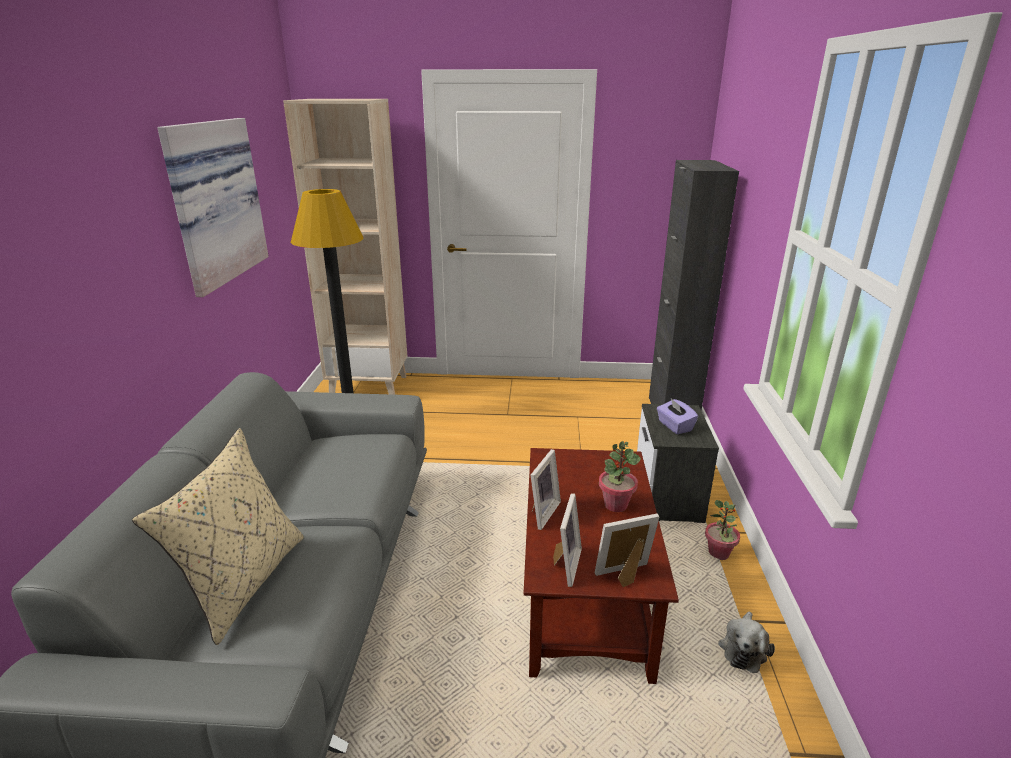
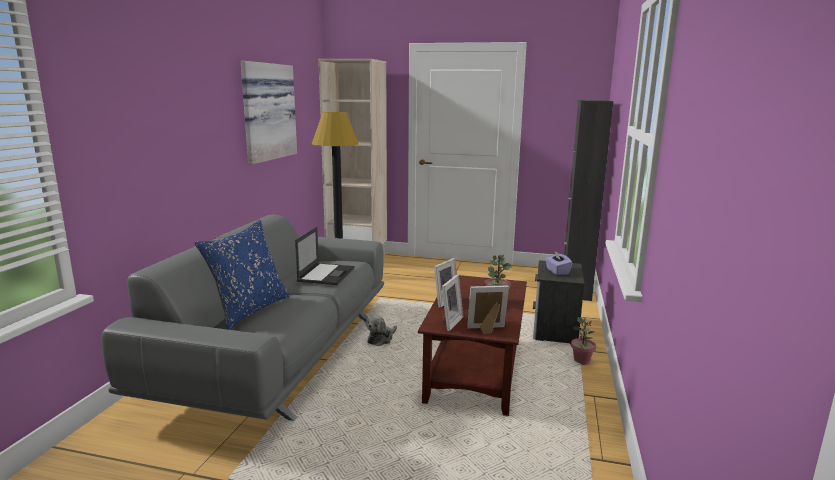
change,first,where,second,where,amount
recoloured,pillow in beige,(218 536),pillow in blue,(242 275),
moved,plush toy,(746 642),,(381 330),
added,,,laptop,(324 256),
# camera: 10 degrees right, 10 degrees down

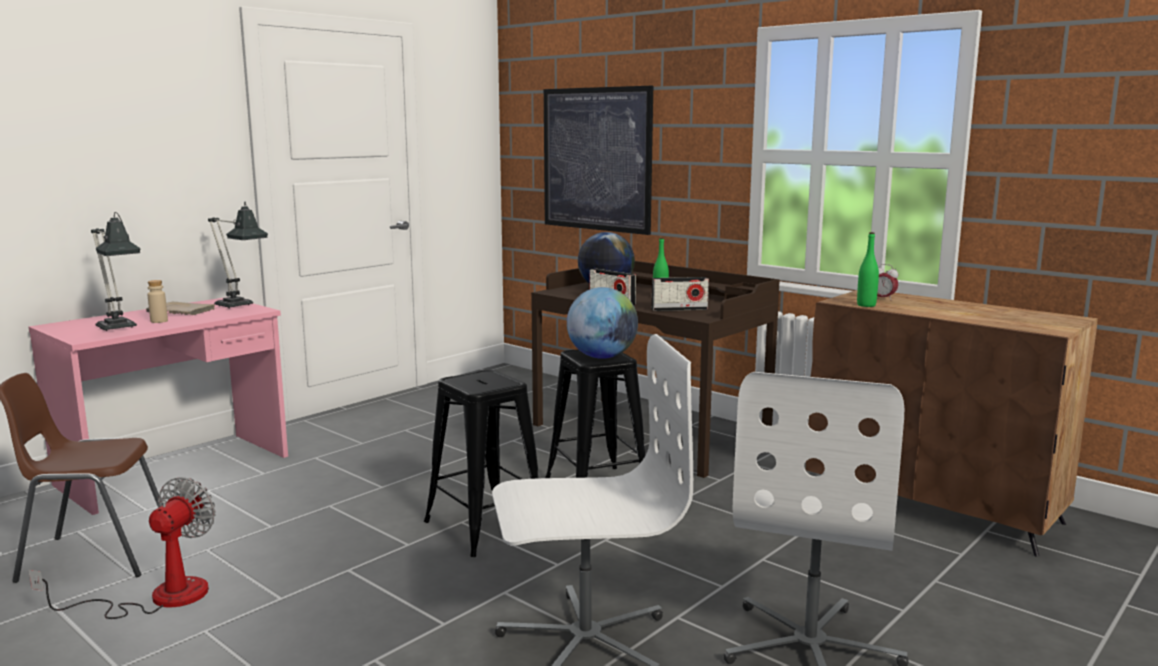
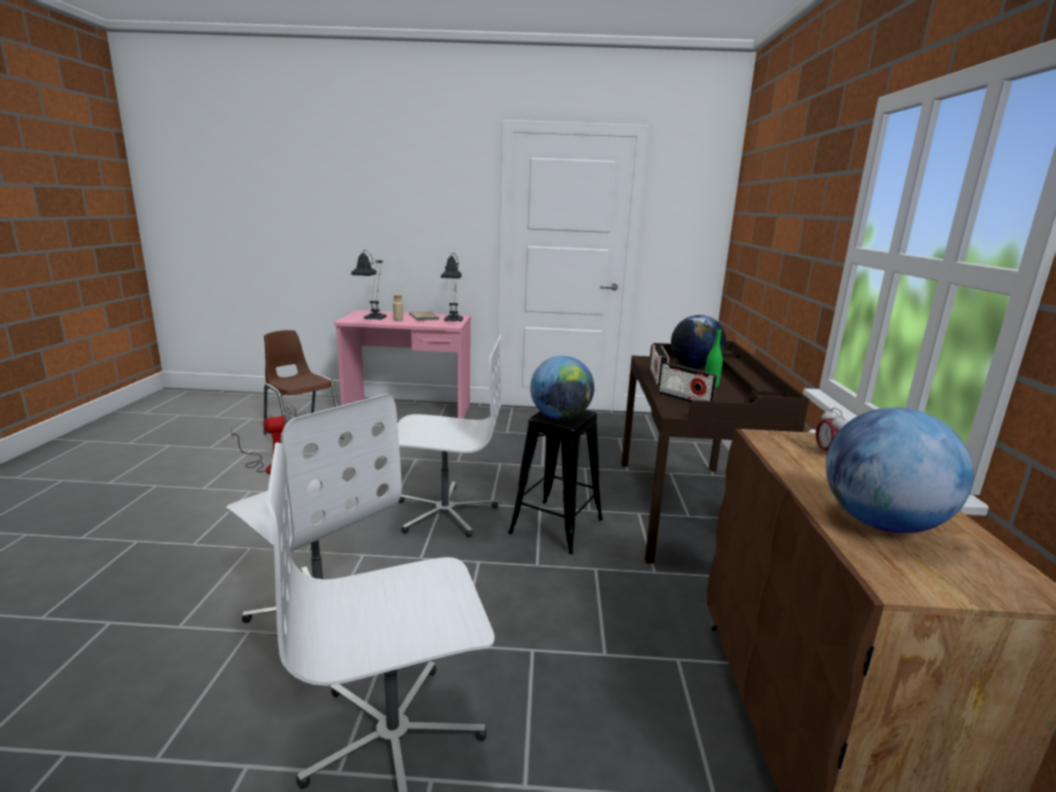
change,first,where,second,where,amount
replaced,stool in black,(481 463),office chair in white,(449 436),
removed,picture,(598 160),,,
removed,bottle in green,(868 269),,,
added,,,globe,(899 470),
# camera: 50 degrees right, 5 degrees up

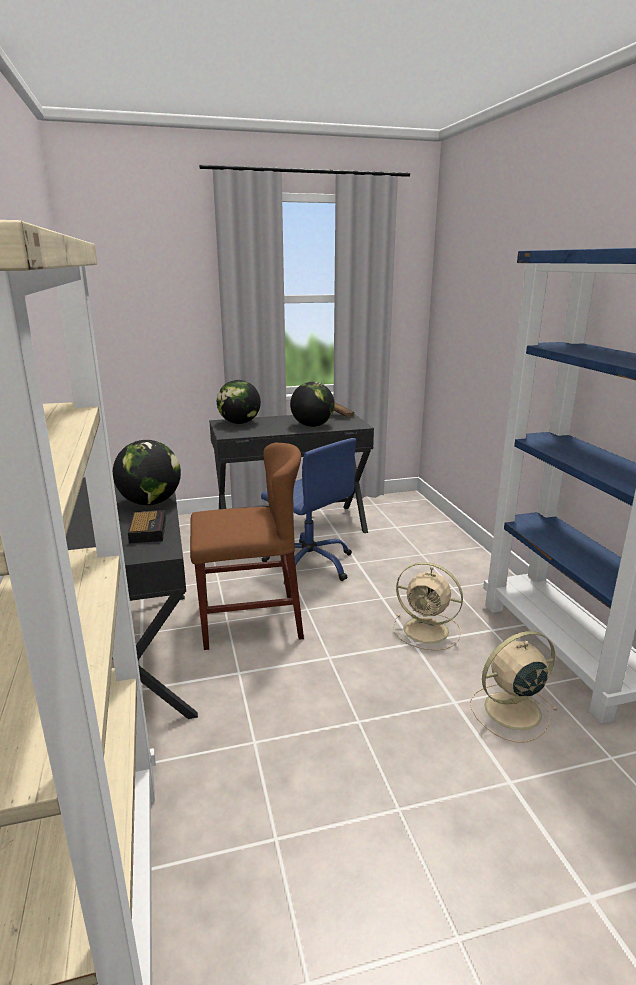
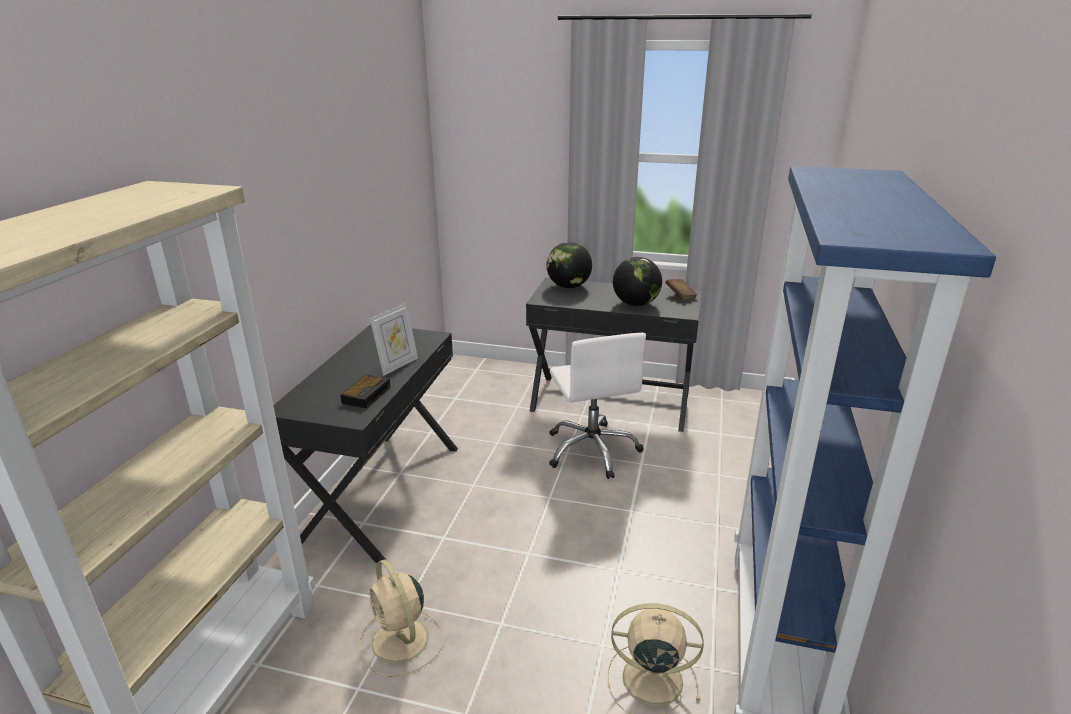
change,first,where,second,where,amount
replaced,globe,(147 472),picture frame,(394 339),
removed,chair in brown,(247 546),,,
recoloured,office chair in blue,(308 511),office chair in white,(597 406),
moved,fan in beige,(428 606),,(402 618),
# camera: 30 degrees right, 5 degrees up

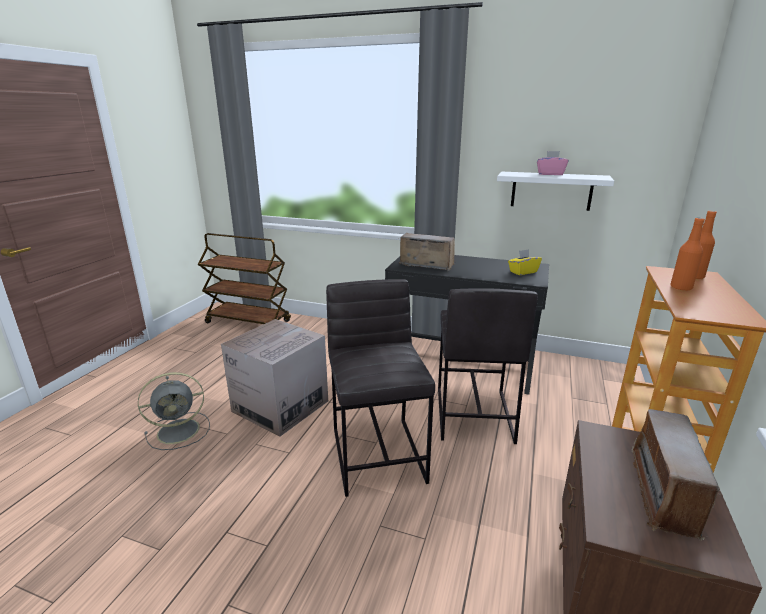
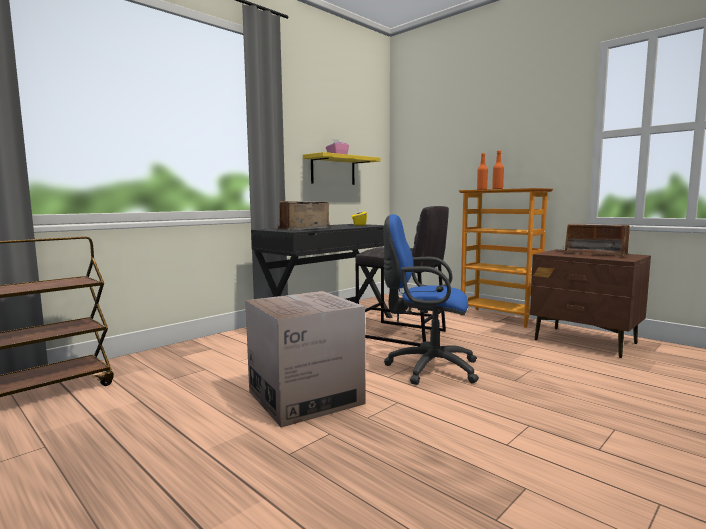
change,first,where,second,where,amount
removed,fan in grey,(174 411),,,
replaced,stool in grey,(380 388),office chair in blue,(431 299),
recoloured,shelf in white,(555 191),shelf in yellow,(341 168),
# camera: 65 degrees left, 15 degrees down

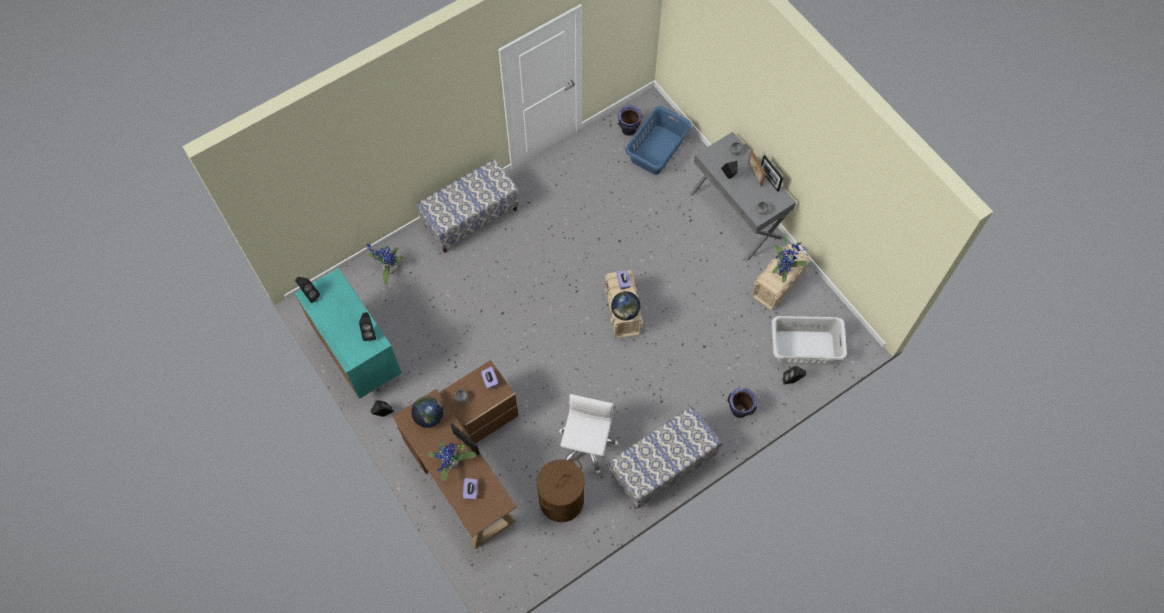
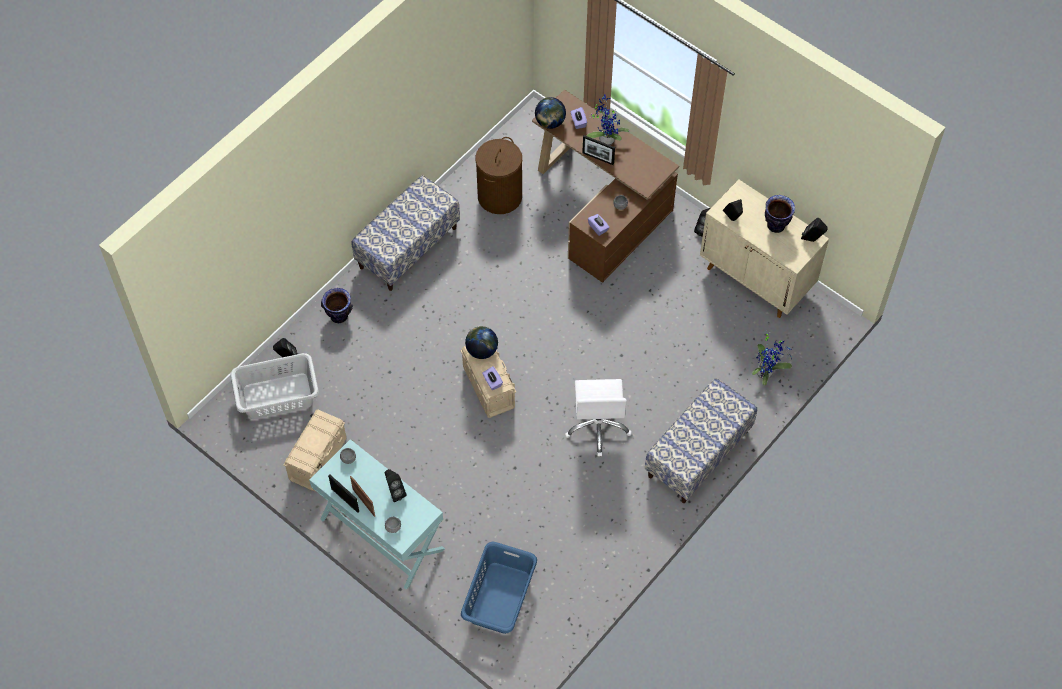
change,first,where,second,where,amount
recoloured,cabinet in turquoise,(348 333),cabinet in beige,(764 248),
moved,globe,(427 412),,(550 113),
moved,office chair in white,(588 434),,(598 417),
moved,vase,(629 121),,(780 214),
recoloured,console table in grey,(743 196),console table in turquoise,(377 514),
removed,potted plant,(790 258),,,
# camera: 165 degrees right, 5 degrees down

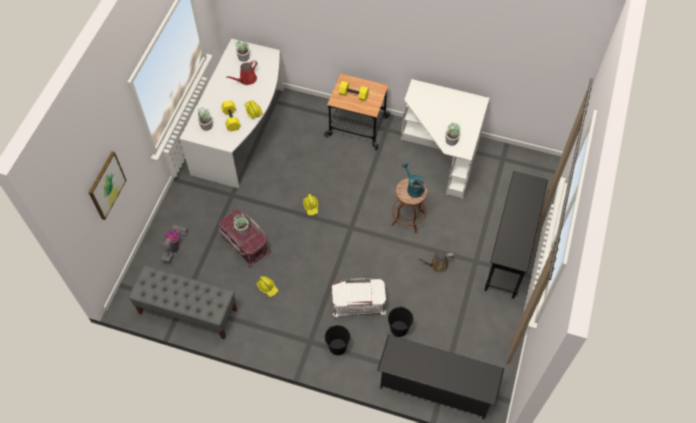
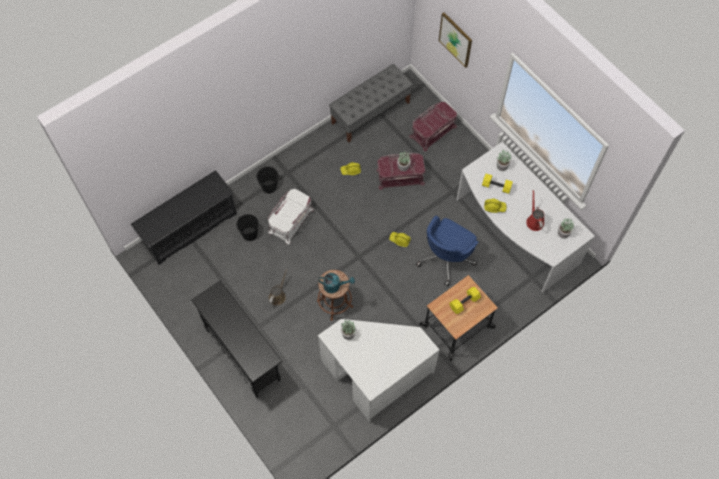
change,first,where,second,where,amount
replaced,vacuum cleaner,(174 243),storage box in red,(433 126),
added,,,office chair in blue,(447 251),
# camera: 125 degrees right, 5 degrees up

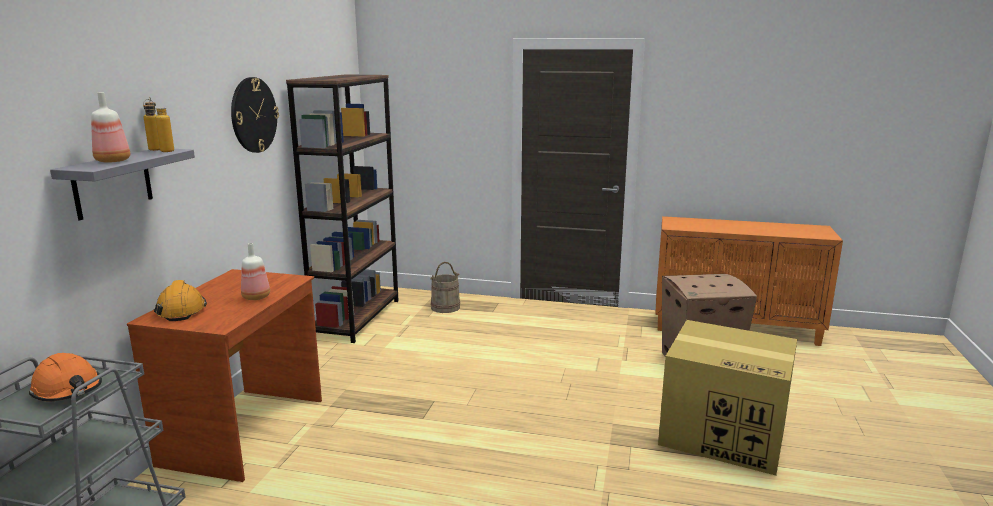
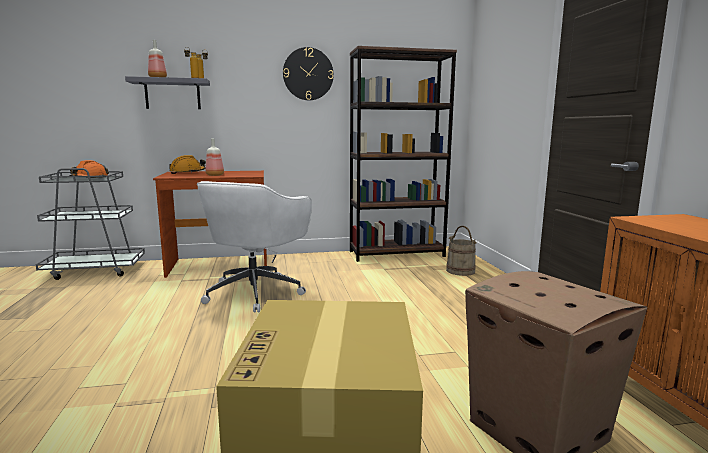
change,first,where,second,where,amount
added,,,office chair in white,(254 246),
# camera: 65 degrees right, 5 degrees down

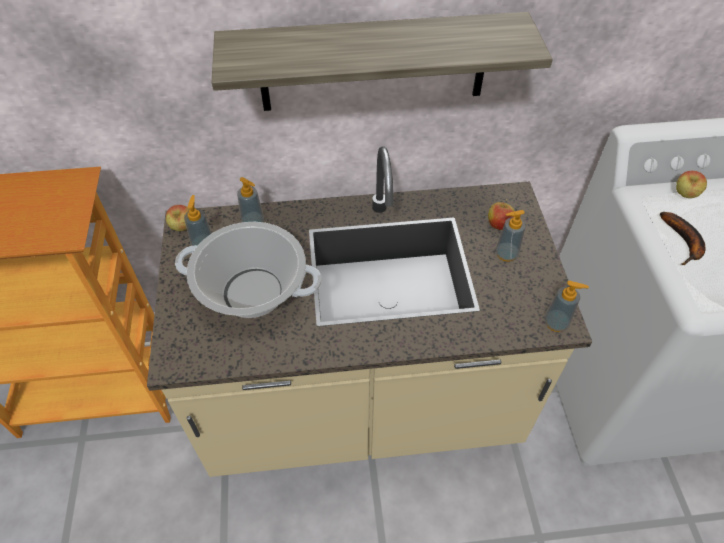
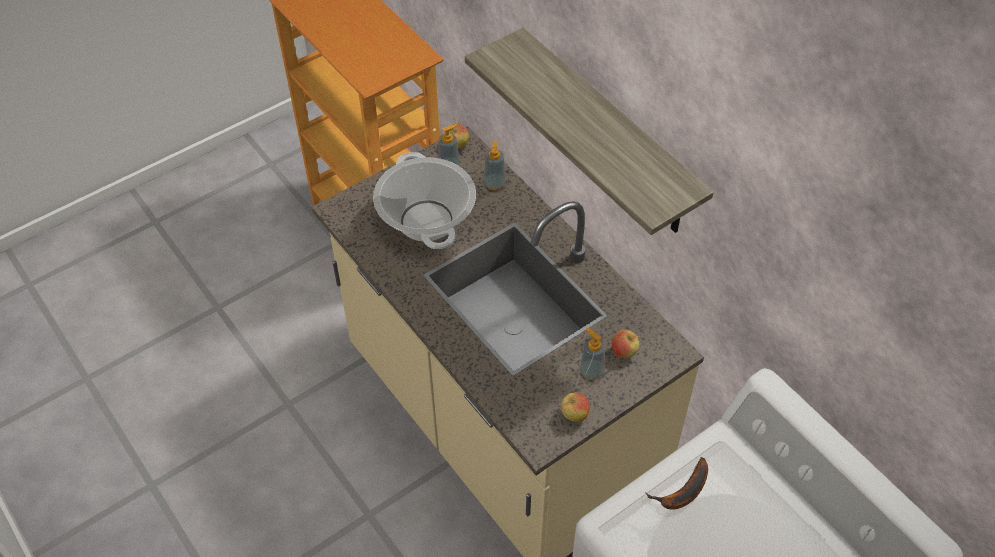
change,first,where,second,where,amount
removed,soap dispenser,(566 306),,,
moved,apple,(691 184),,(575 407),
# camera: 60 degrees right, 0 degrees up

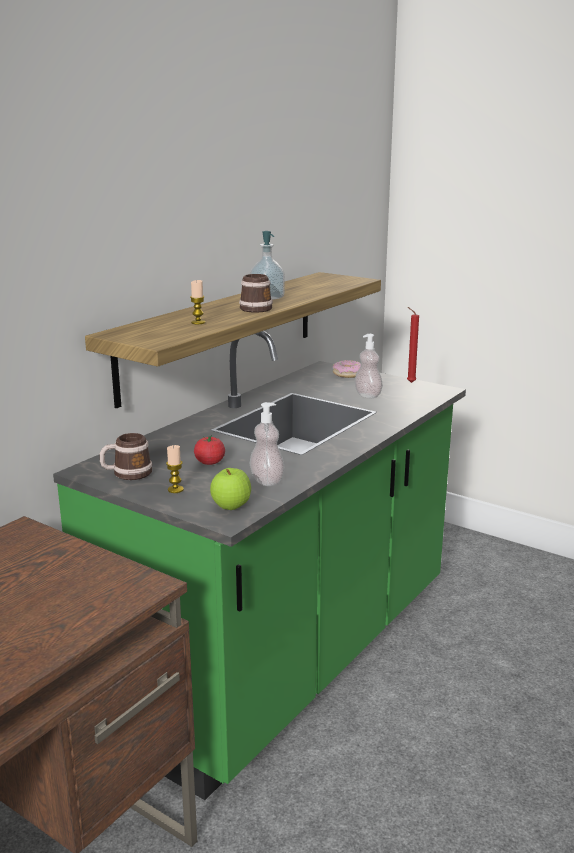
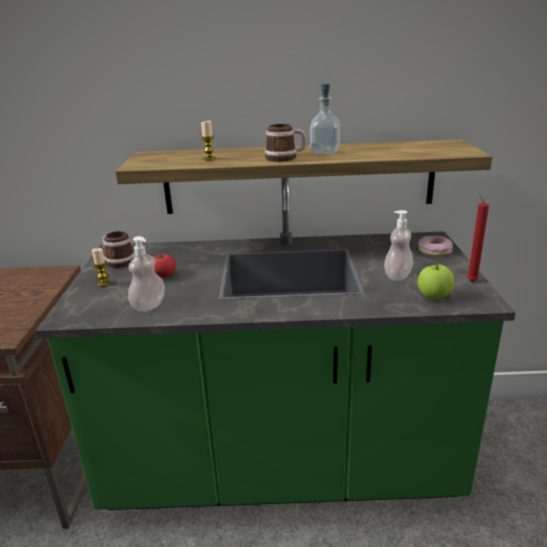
change,first,where,second,where,amount
moved,apple,(230 489),,(436 282),
# camera: 55 degrees right, 5 degrees up

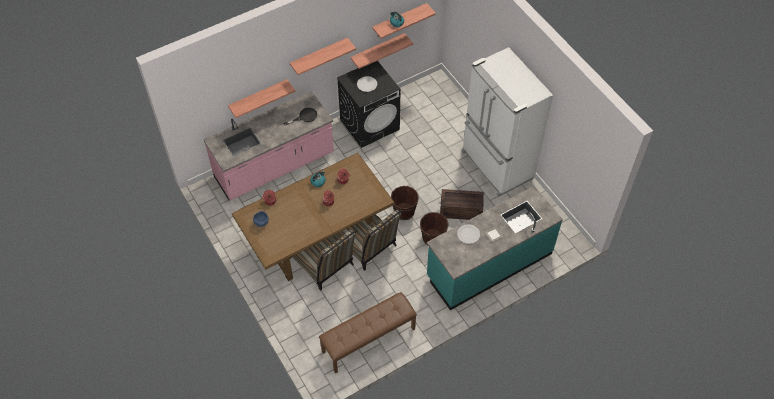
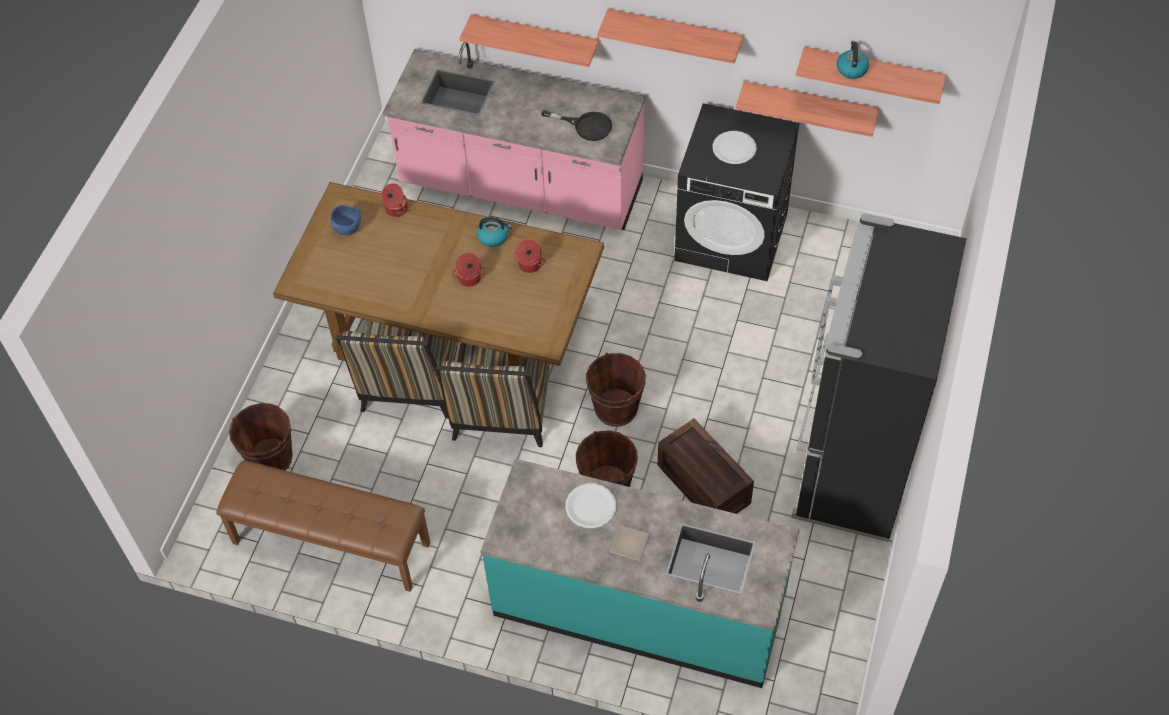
change,first,where,second,where,amount
recoloured,fridge in white,(507 122),fridge in black,(879 377),
added,,,bucket in brown,(261 436),
# camera: 50 degrees right, 0 degrees up

